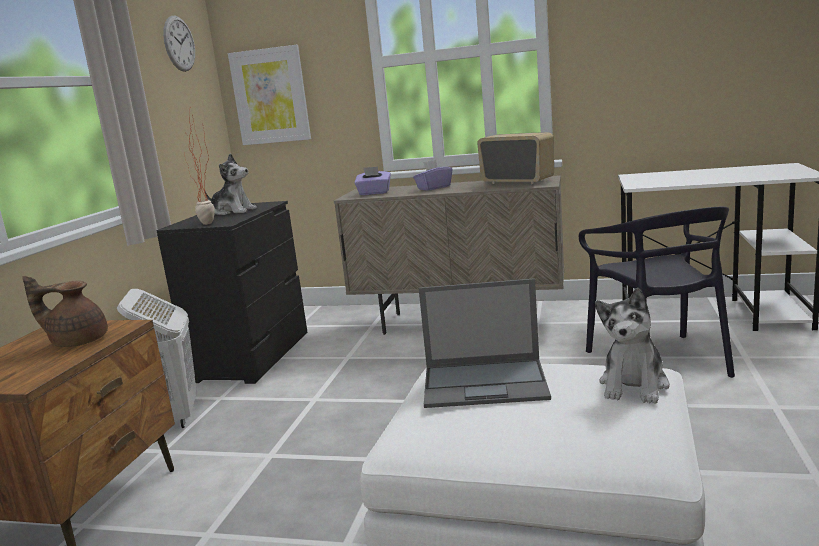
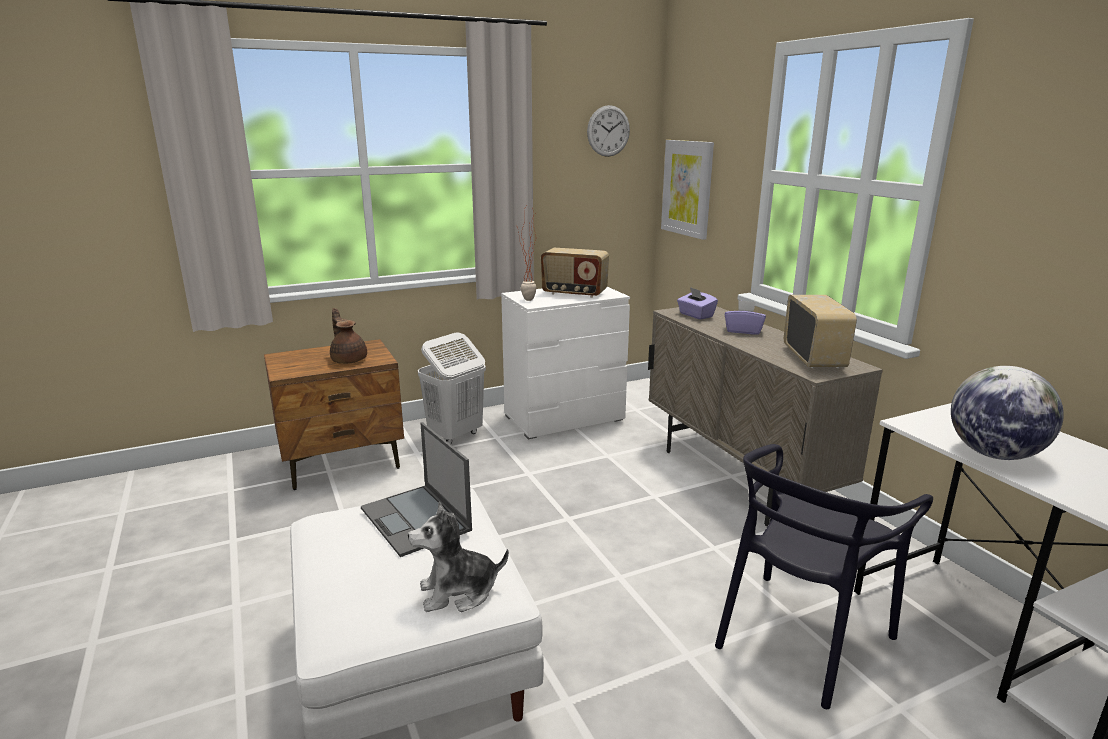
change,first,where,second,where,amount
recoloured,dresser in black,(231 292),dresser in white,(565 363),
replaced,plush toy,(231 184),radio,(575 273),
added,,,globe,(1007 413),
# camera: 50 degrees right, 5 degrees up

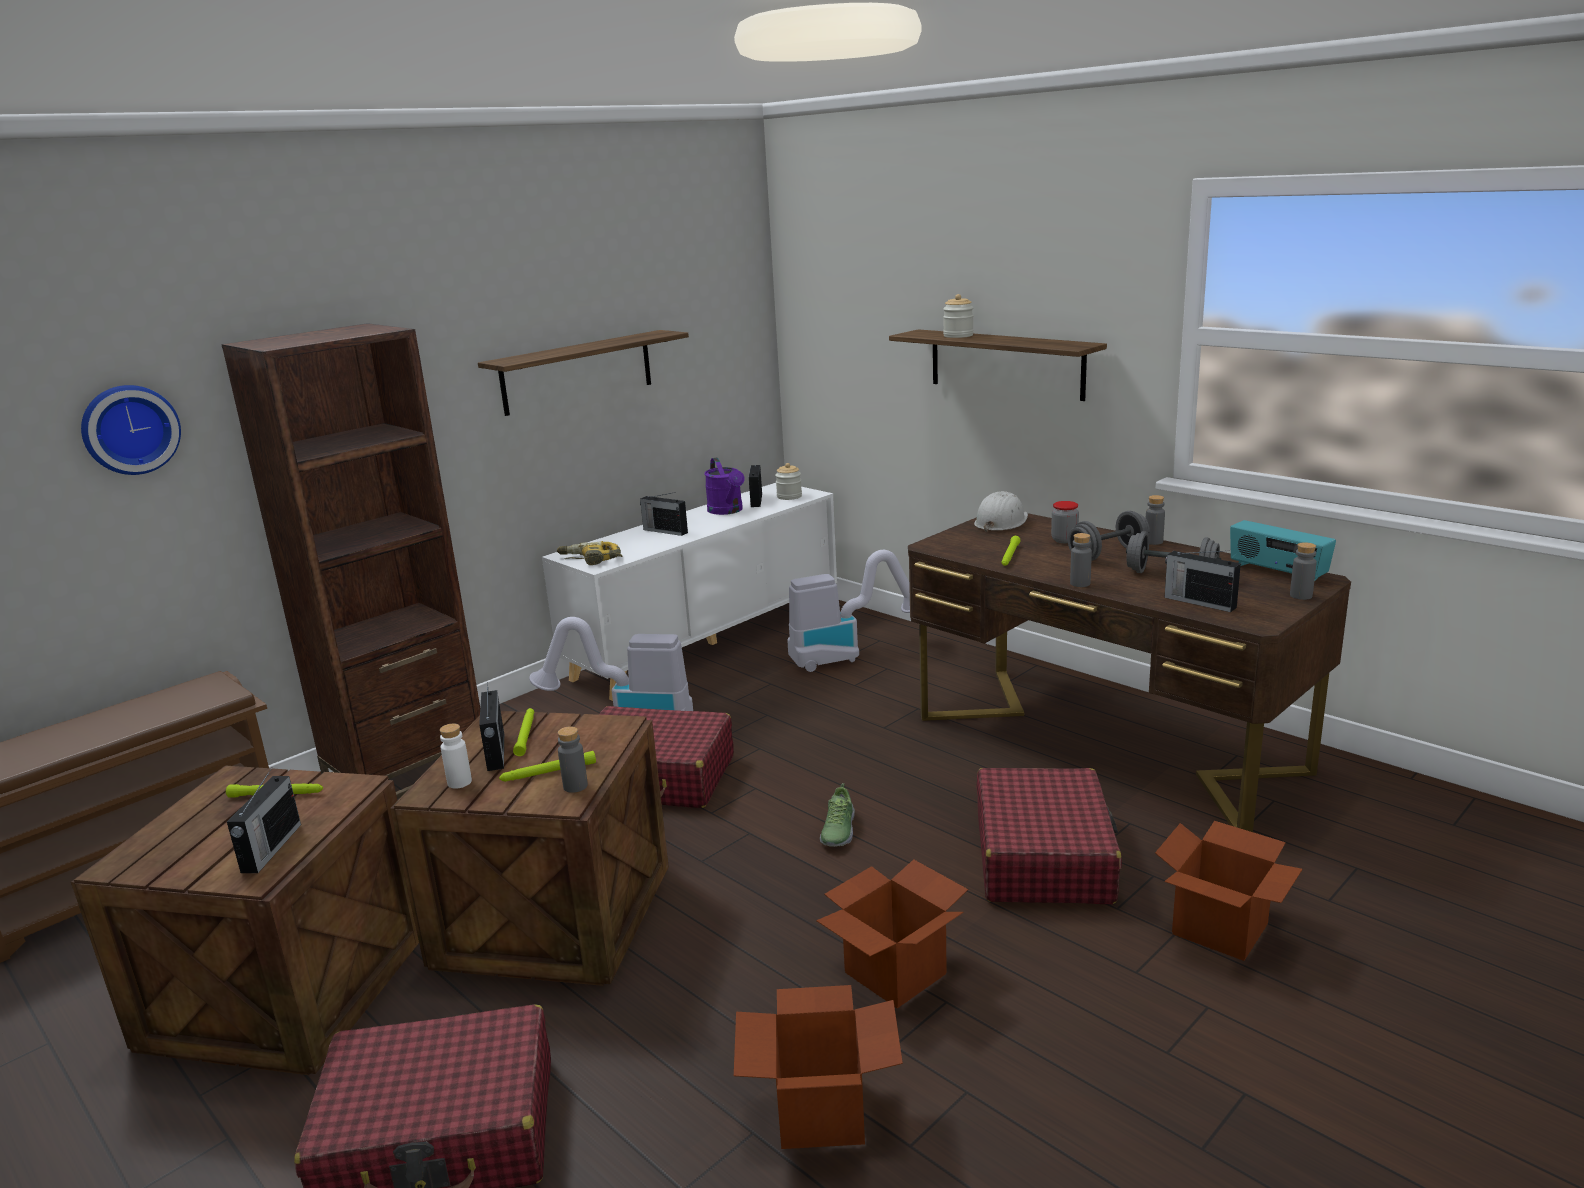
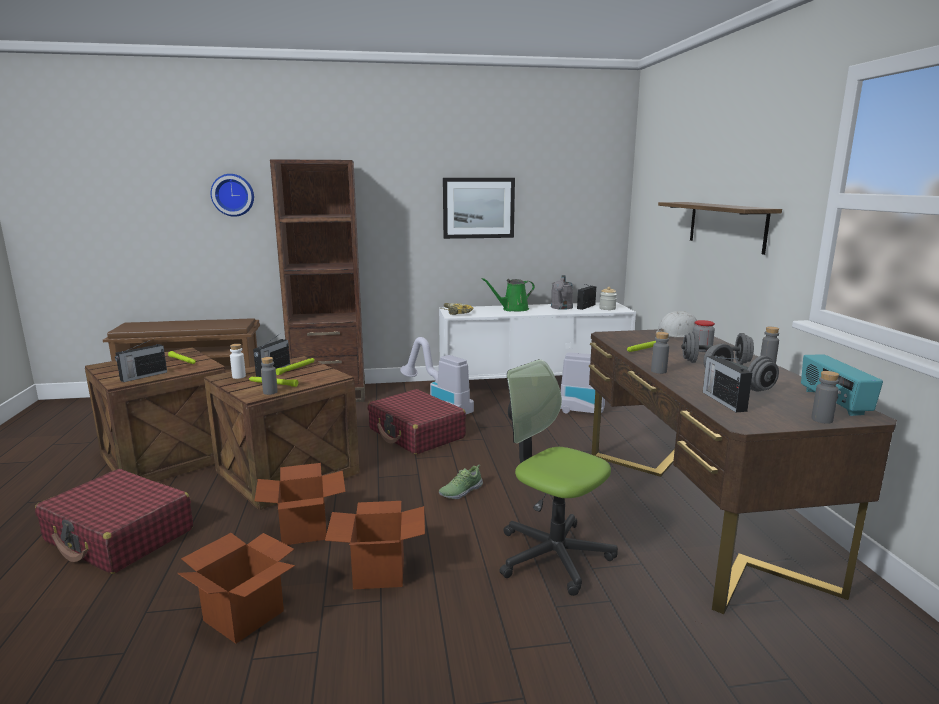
change,first,where,second,where,amount
replaced,shelf,(583 373),picture,(479 208),
replaced,radio,(664 514),watering can in green,(508 294),
recoloured,watering can in purple,(724 486),watering can in grey,(562 292),
removed,jar,(958 316),,,
replaced,suitcase in red,(1049 836),office chair,(558 477),
moved,cardboard box,(1229 891),,(300 504),
# camera: 35 degrees right, 5 degrees down

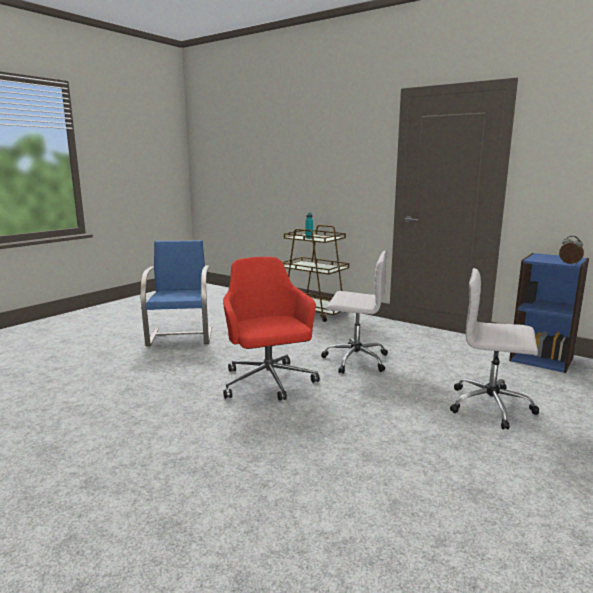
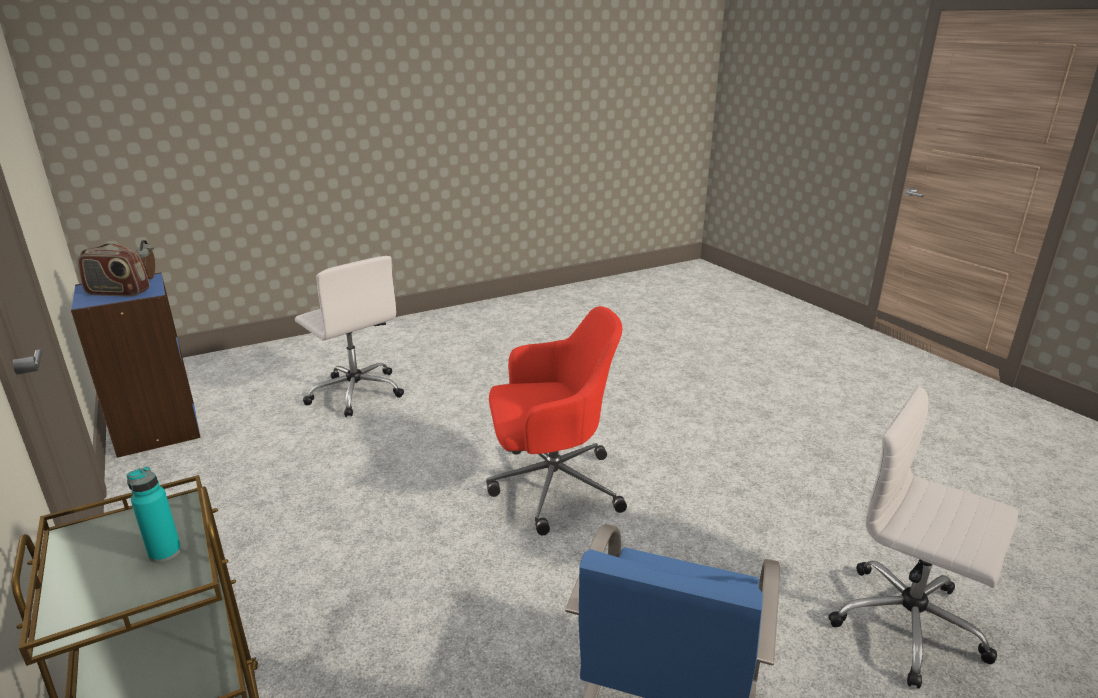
change,first,where,second,where,amount
turned,office chair in red,(271 329),,(556 420),105 degrees counterclockwise
moved,office chair in white,(354 312),,(923 537),
added,,,radio,(114 270),
# camera: 155 degrees left, 10 degrees up

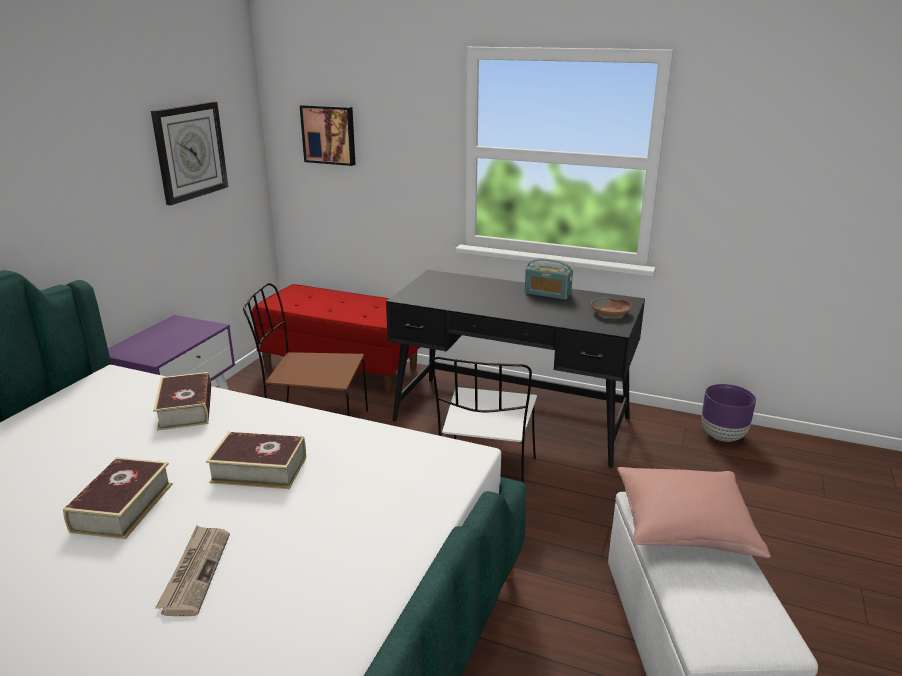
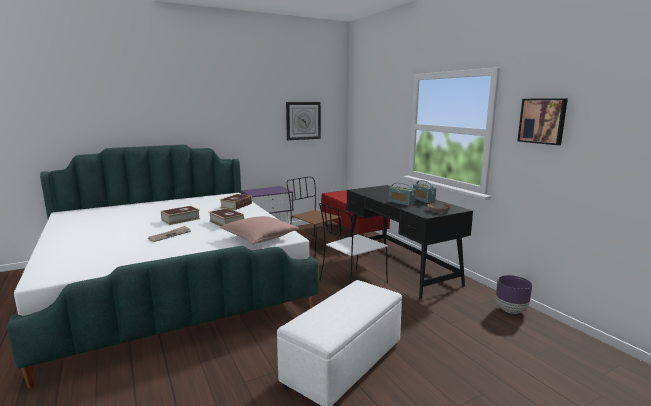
change,first,where,second,where,amount
moved,picture,(328 135),,(542 121),
moved,pillow in pink,(694 512),,(259 230),
added,,,radio,(402 194),
# camera: 40 degrees right, 10 degrees down

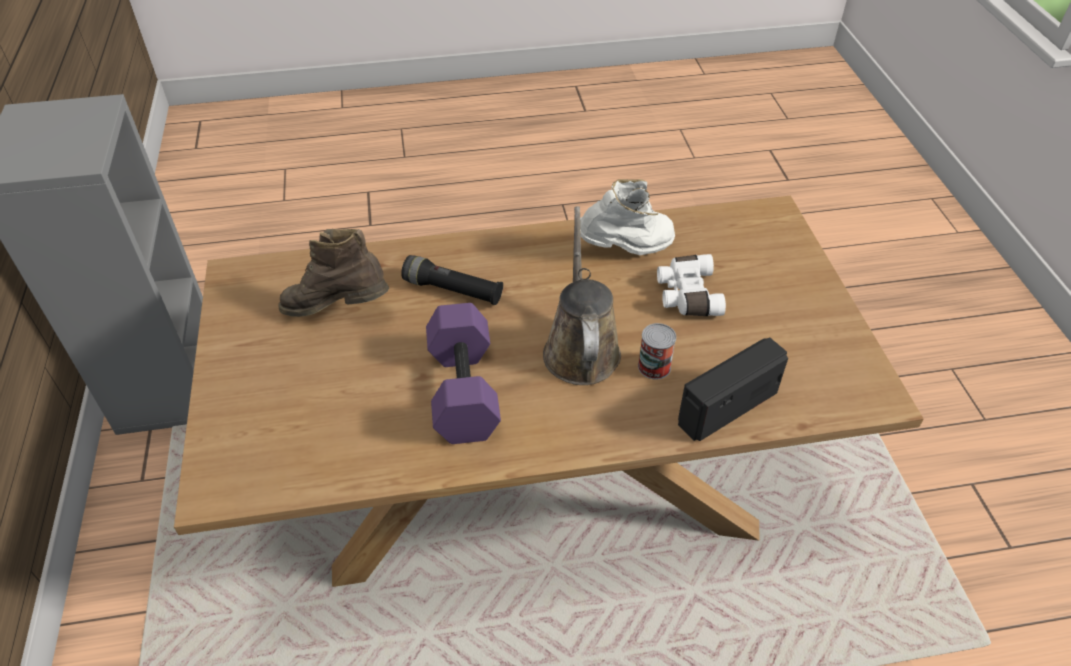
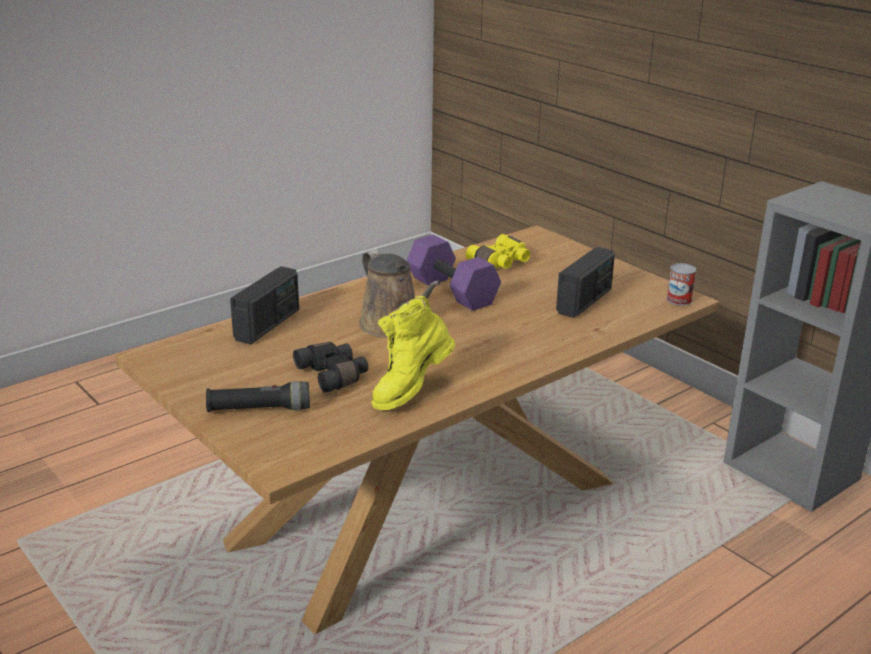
change,first,where,second,where,amount
replaced,boot in brown,(333 273),radio,(585 282),
moved,flashlight in black,(452 280),,(258 396),
recoloured,boot in white,(627 217),boot in yellow,(413 353),
moved,can,(657 351),,(681 284),
recoloured,binoculars in white,(691 285),binoculars in black,(330 367),
added,,,binoculars in yellow,(498 251),
# camera: 150 degrees right, 20 degrees down

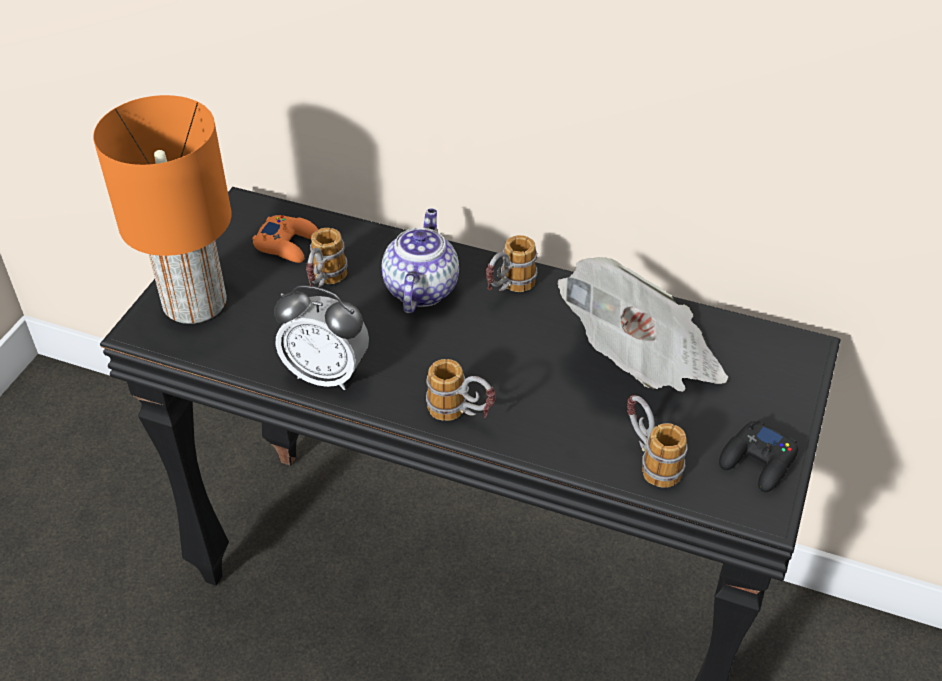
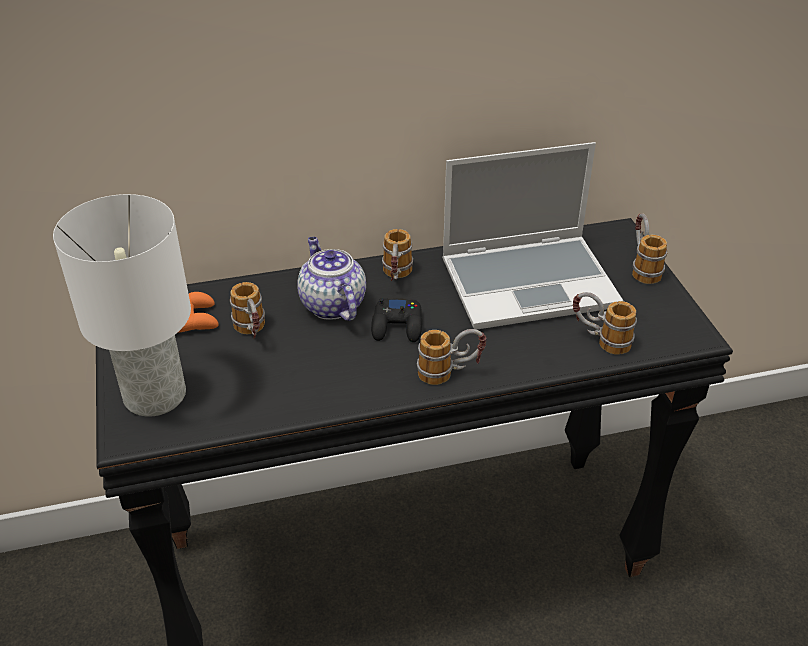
change,first,where,second,where,amount
recoloured,table lamp in orange,(162 209),table lamp in white,(122 305),
removed,alarm clock,(321 337),,,
replaced,newspaper,(643 324),laptop,(532 235),
moved,game controller in black,(758 456),,(396 320),
added,,,mug,(649 248),
# camera: 35 degrees left, 5 degrees down

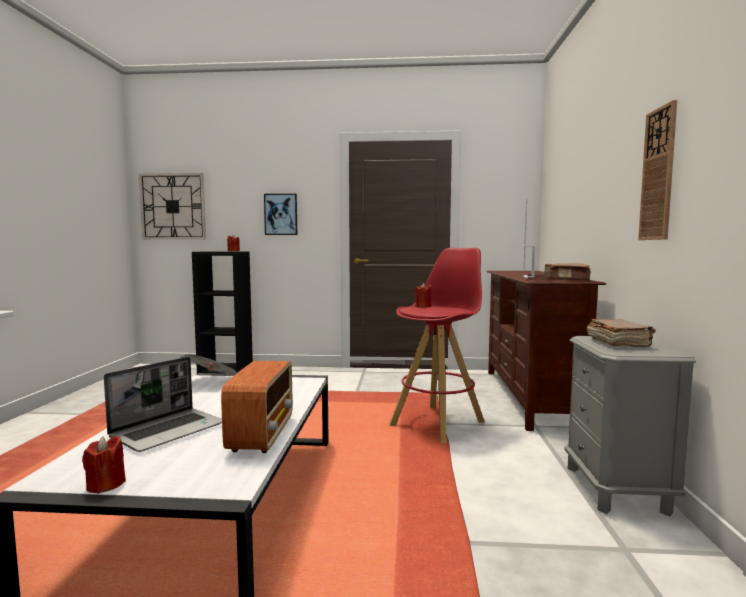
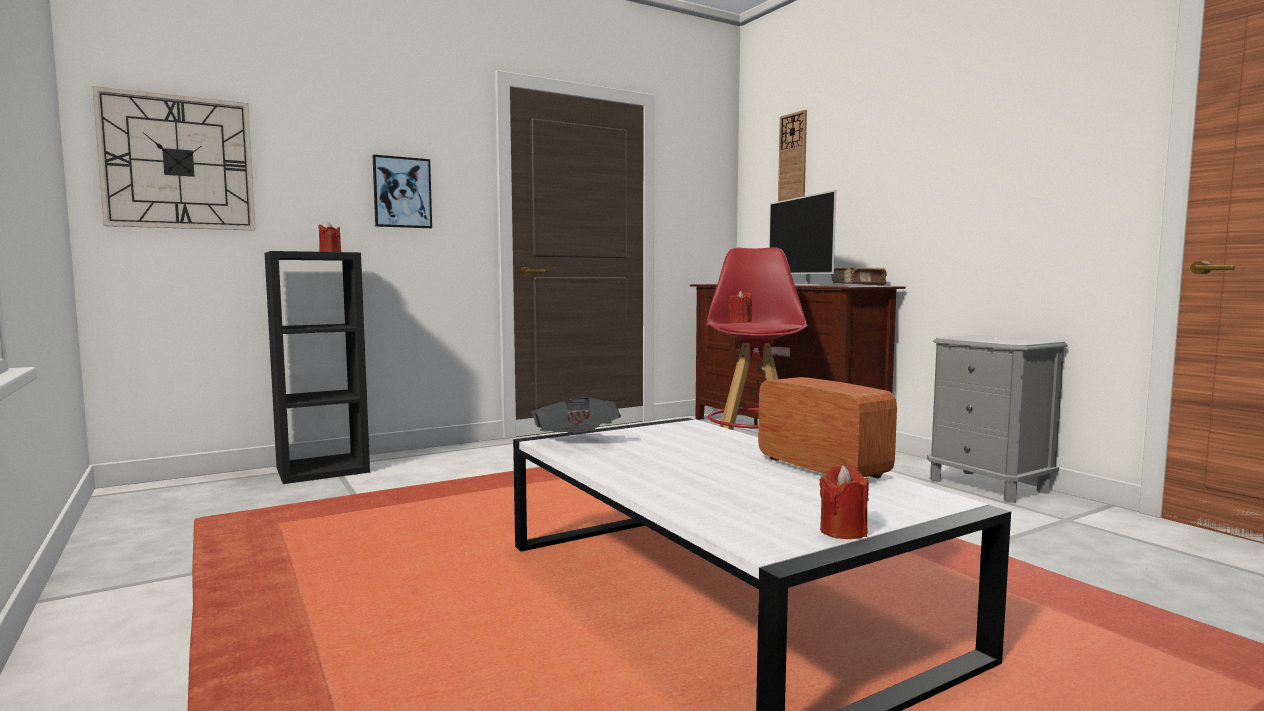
change,first,where,second,where,amount
removed,laptop,(163 404),,,
removed,book in brown,(621 333),,,
moved,wall clock,(657 170),,(792 156),
# camera: 35 degrees left, 0 degrees up

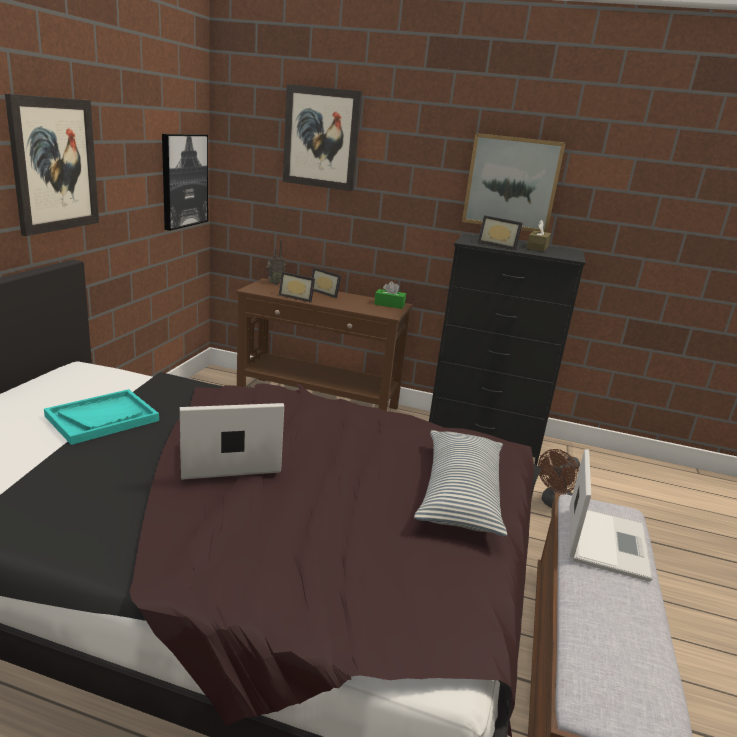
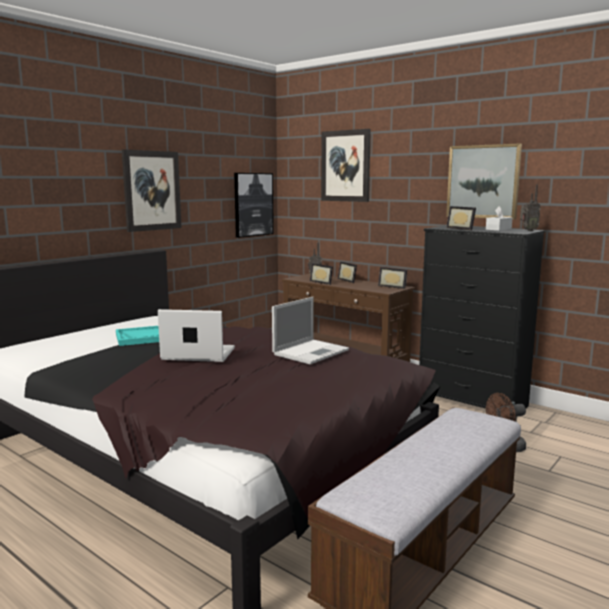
change,first,where,second,where,amount
replaced,tissue box in green,(390 295),picture frame,(392 278),
removed,pillow,(460 483),,,
recoloured,tissue box in brown,(539 236),tissue box in white,(499 218),
moved,laptop,(611 515),,(310 330),
added,,,radio,(530 207),
# camera: 25 degrees right, 10 degrees down

